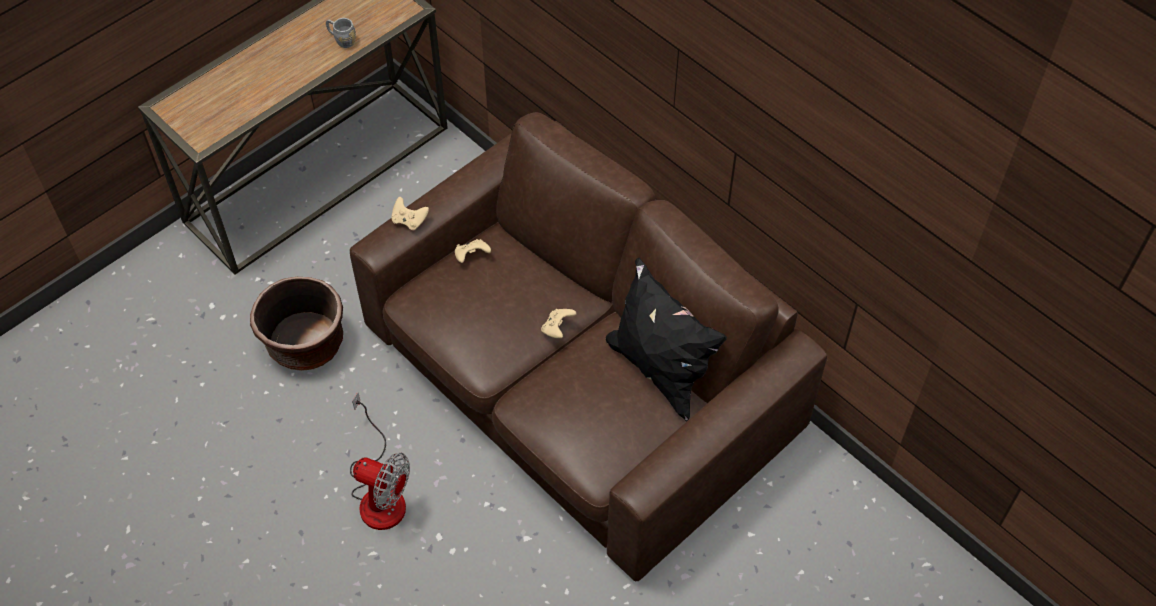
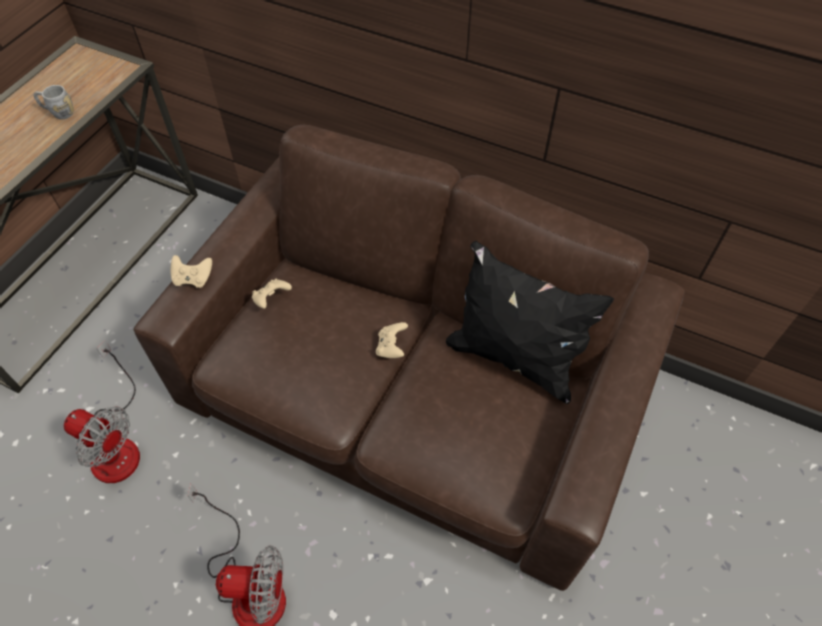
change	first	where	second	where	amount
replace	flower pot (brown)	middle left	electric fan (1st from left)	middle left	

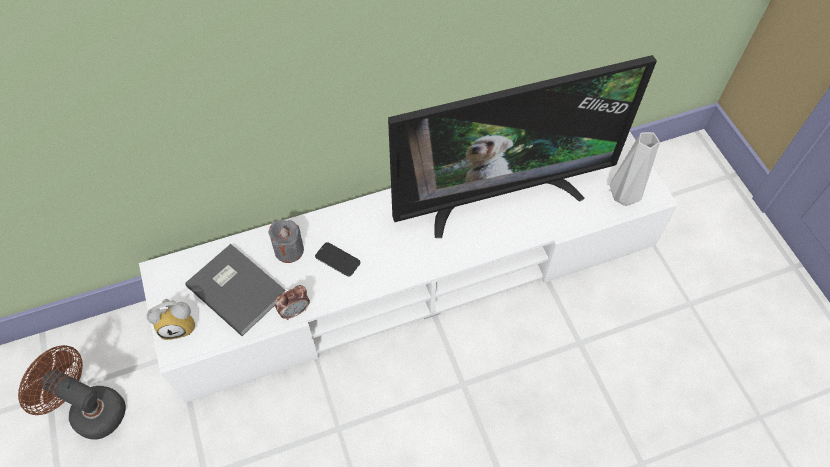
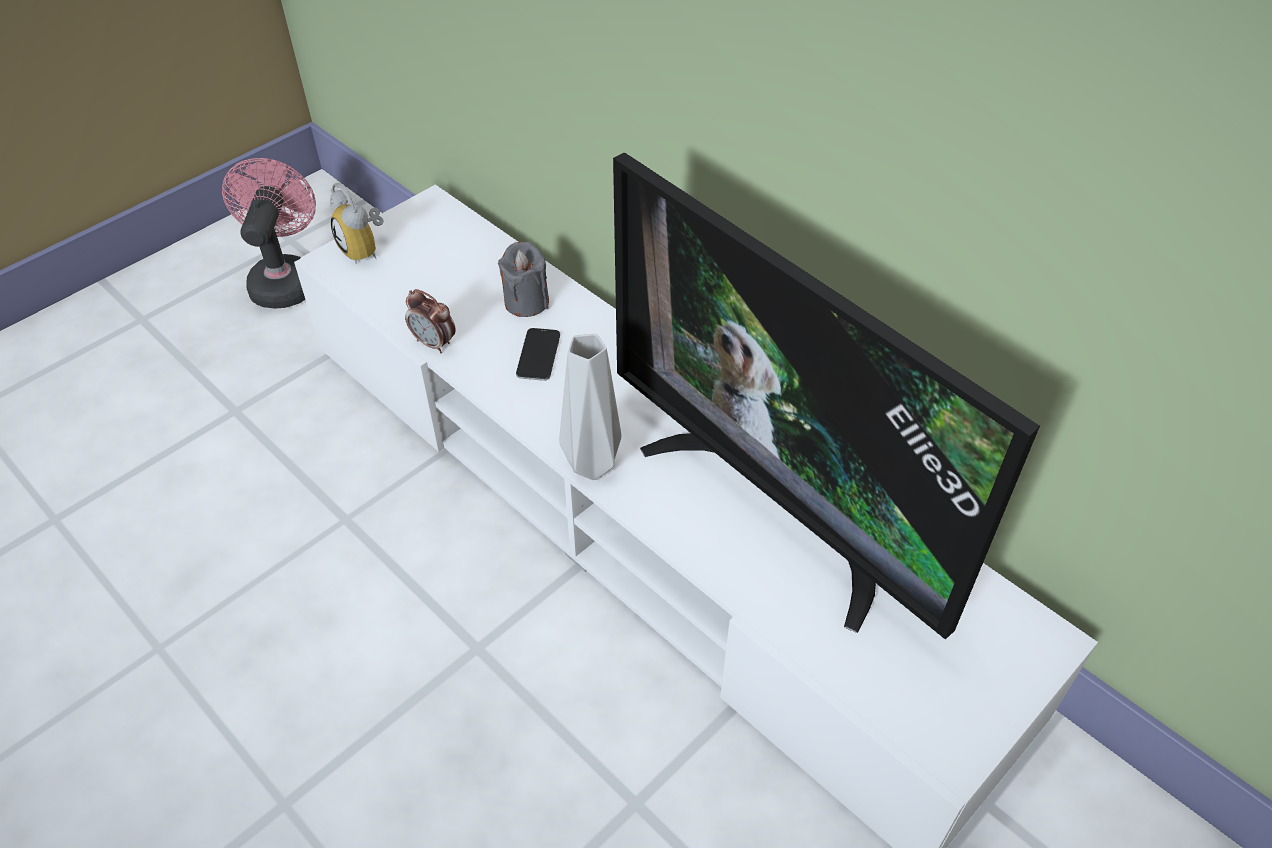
change	first	where	second	where	amount
recolor	electric fan (brown)	bottom left	electric fan (pink)	top left	
move	vase (grey)	middle right		centre	
delete	bound book (grey)	middle left			

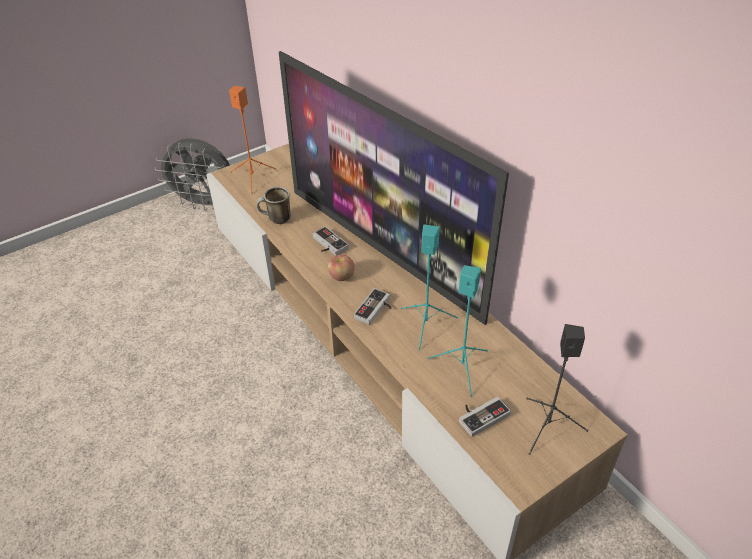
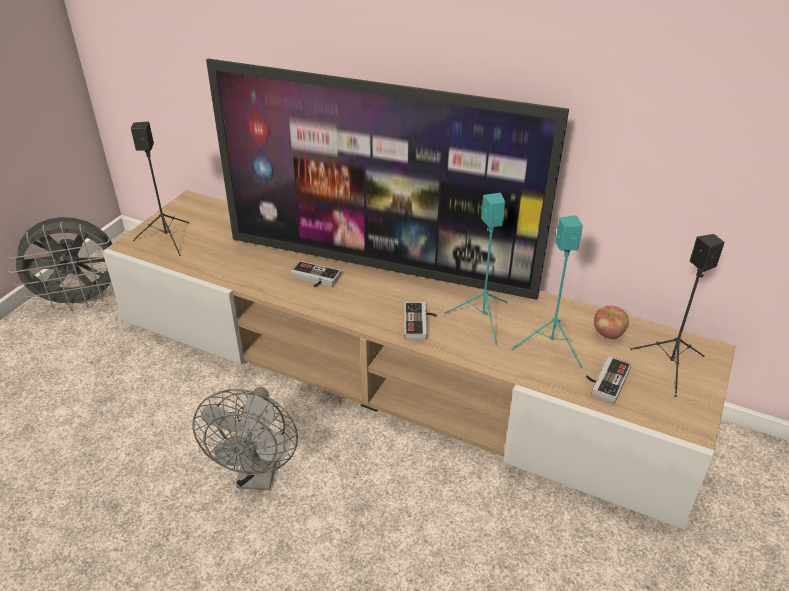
change	first	where	second	where	amount
recolor	audio speaker (orange)	top centre	audio speaker (black) (1st from left)	top left	
insert			electric fan (grey) (2nd from left)	bottom left	
move	whole apple	centre		middle right	
delete	coffee mug	centre			

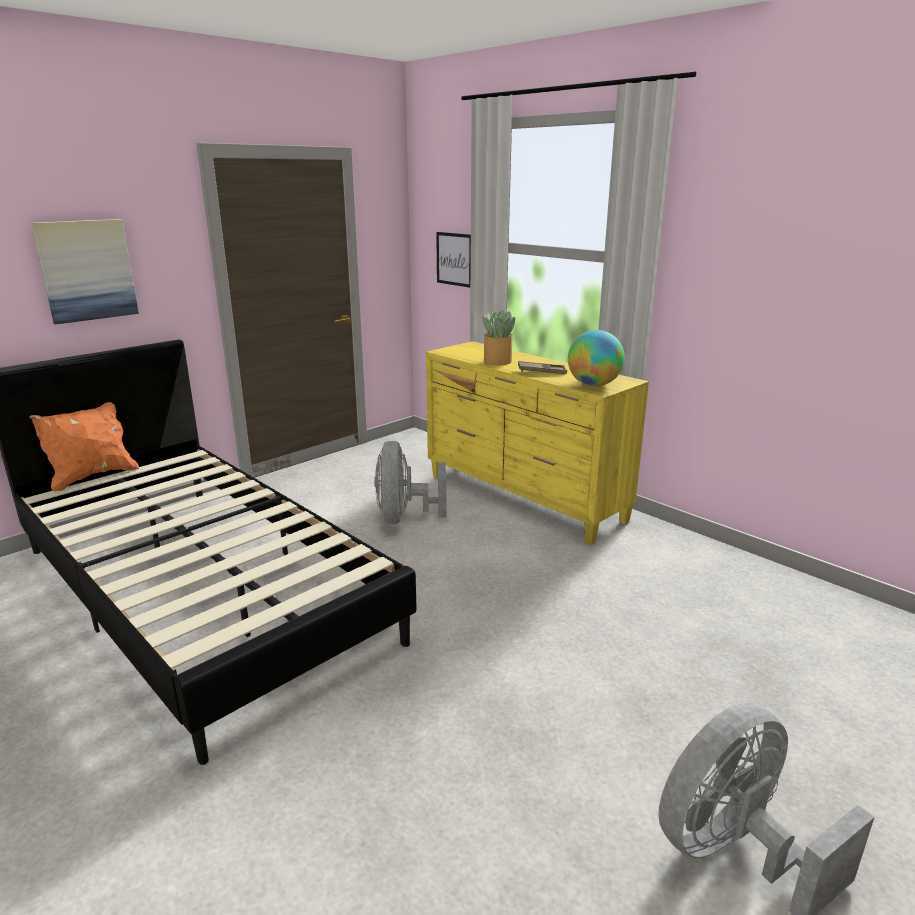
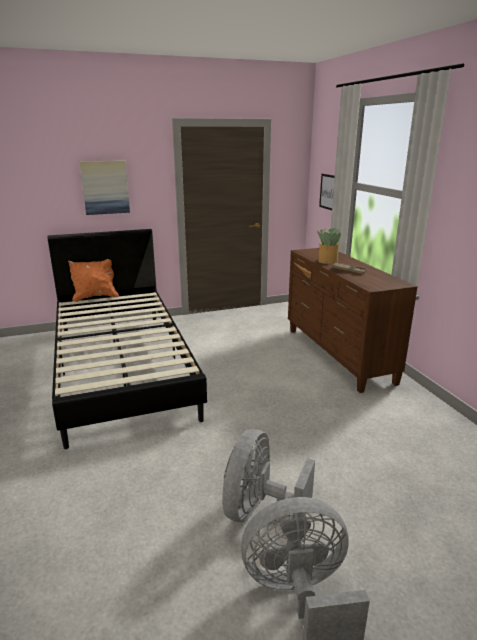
change	first	where	second	where	amount
move	electric fan (grey) (1st from left)	centre		bottom centre	
recolor	dresser (yellowish)	centre	dresser (brown)	middle right	
delete	desk globe	centre			

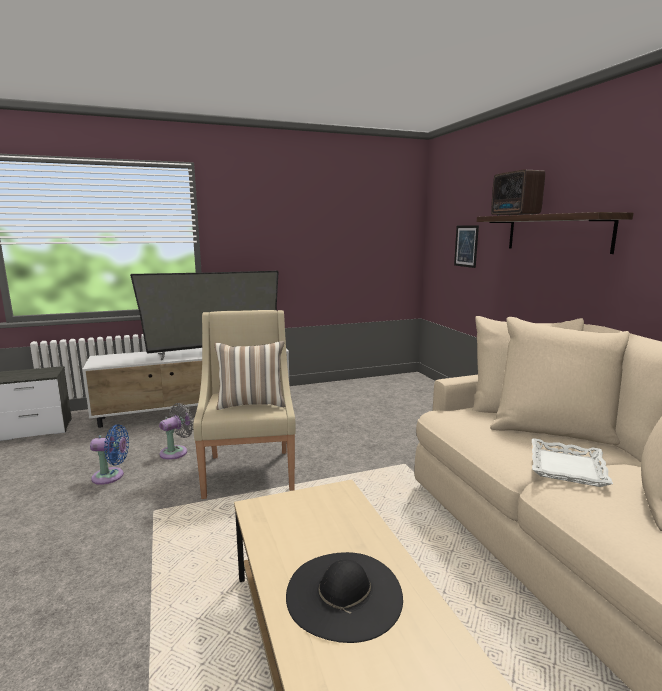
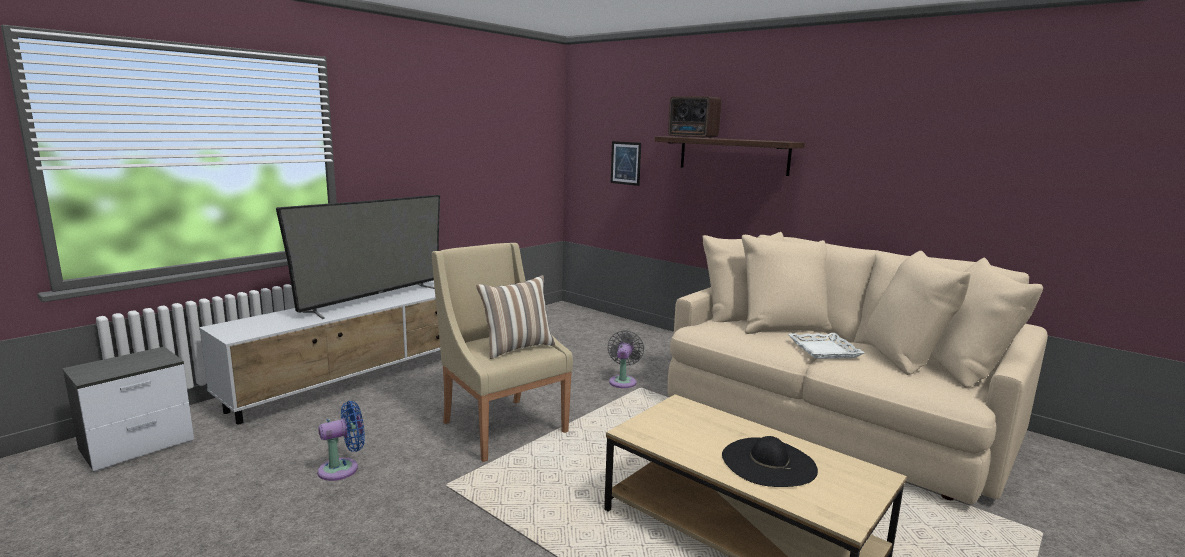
change	first	where	second	where	amount
move	electric fan (grey)	middle left		centre	

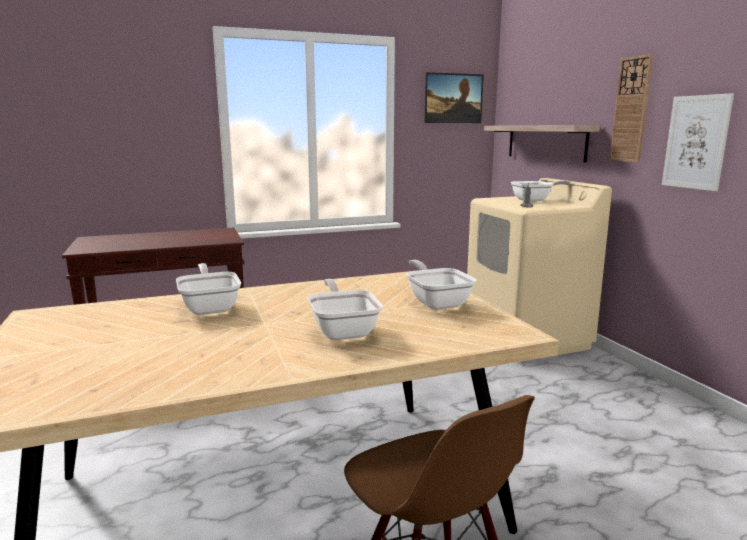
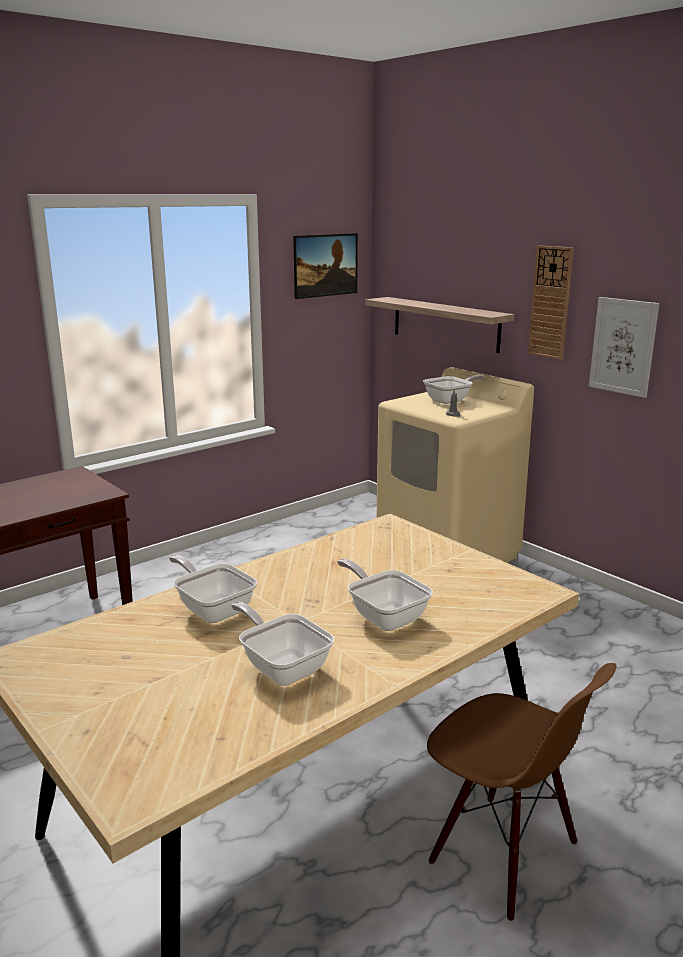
change	first	where	second	where	amount
move	frying pan (3rd from left in the first image)	centre	frying pan (2nd from left)	bottom centre	

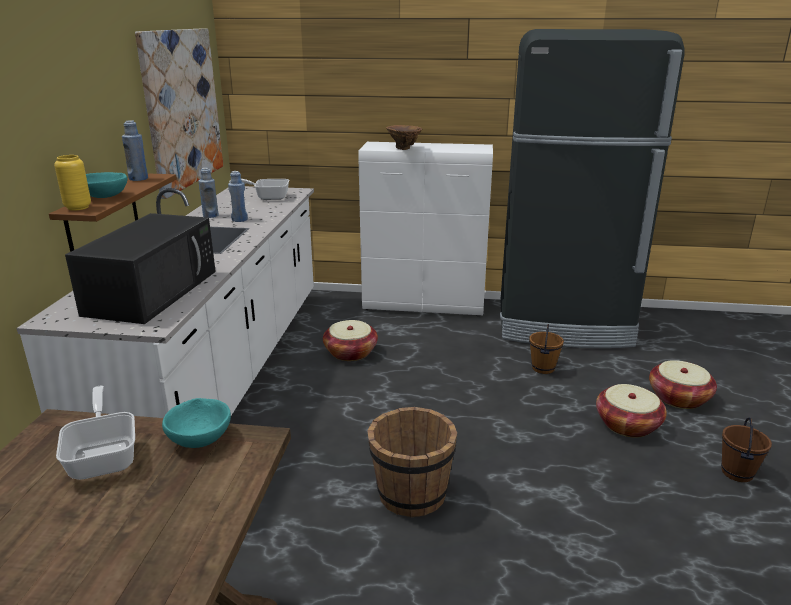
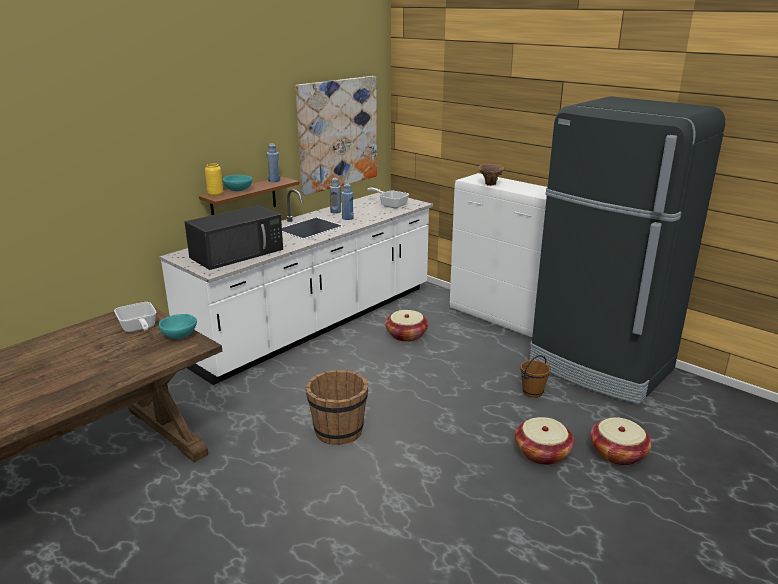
change	first	where	second	where	amount
rotate	frying pan (1st from left)	bottom left		middle left	135 degrees clockwise
delete	bucket (brown) (3rd from left)	bottom right			

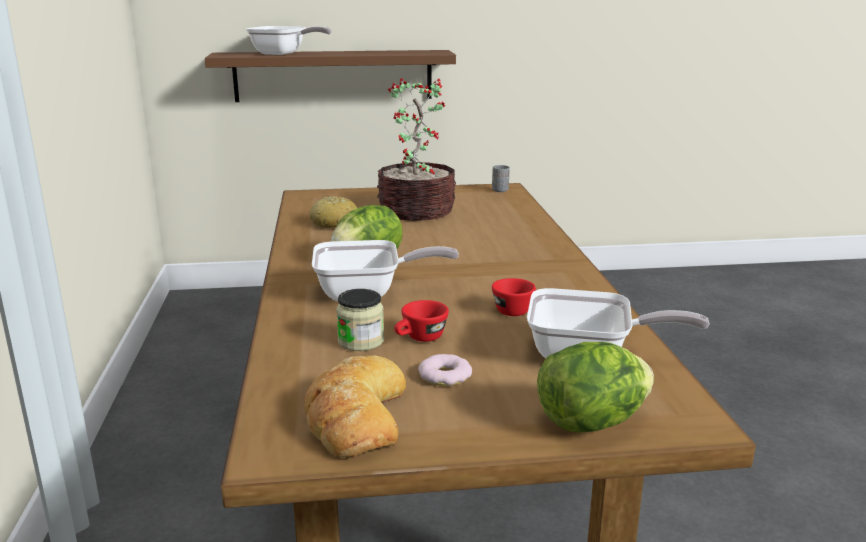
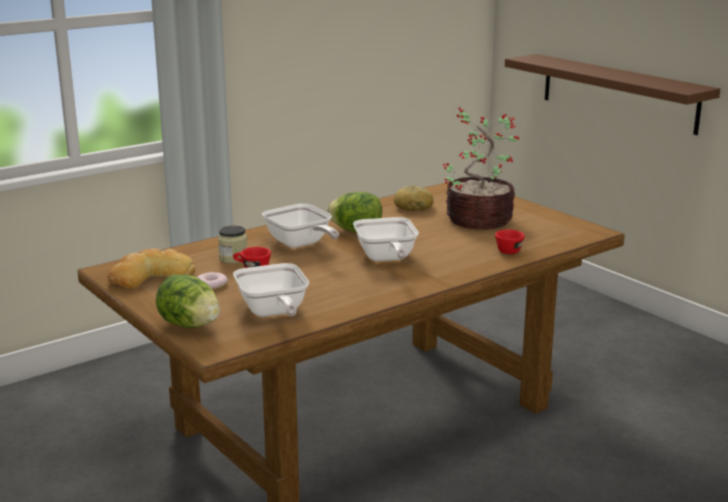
change	first	where	second	where	amount
move	frying pan (1st from left in the first image)	top centre	frying pan (3rd from left)	centre	
move	drinking cup (reddish) (2nd from left)	centre		middle right	
delete	drinking cup (grey)	top centre			

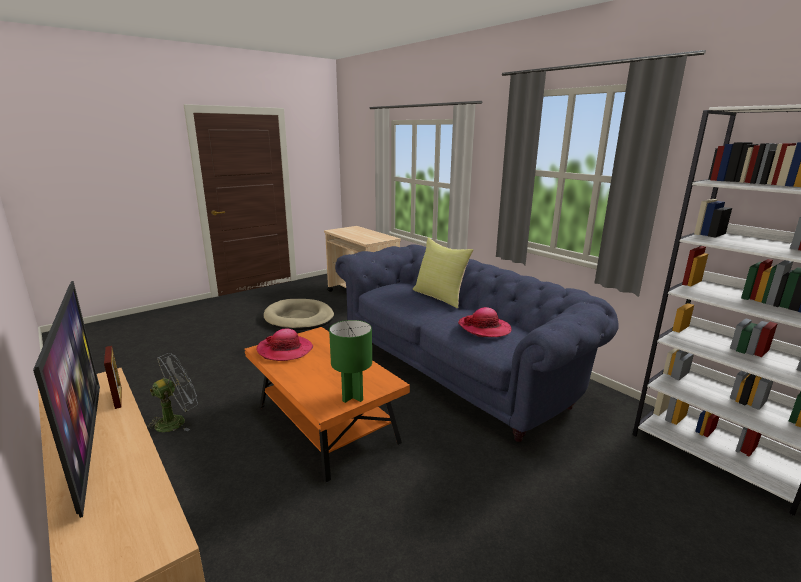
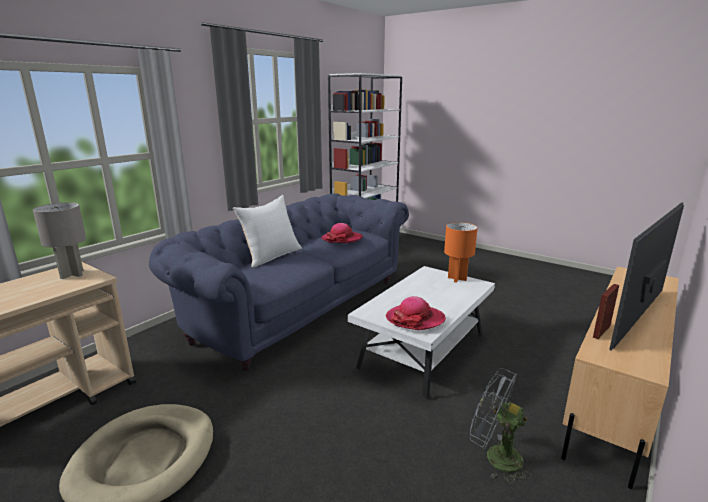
change	first	where	second	where	amount
insert			table lamp (grey)	middle left	
recolor	throw pillow (yellowish)	centre	throw pillow (white)	centre	
recolor	low table (orange)	bottom centre	low table (white)	centre	
recolor	table lamp (green)	centre	table lamp (orange)	centre	

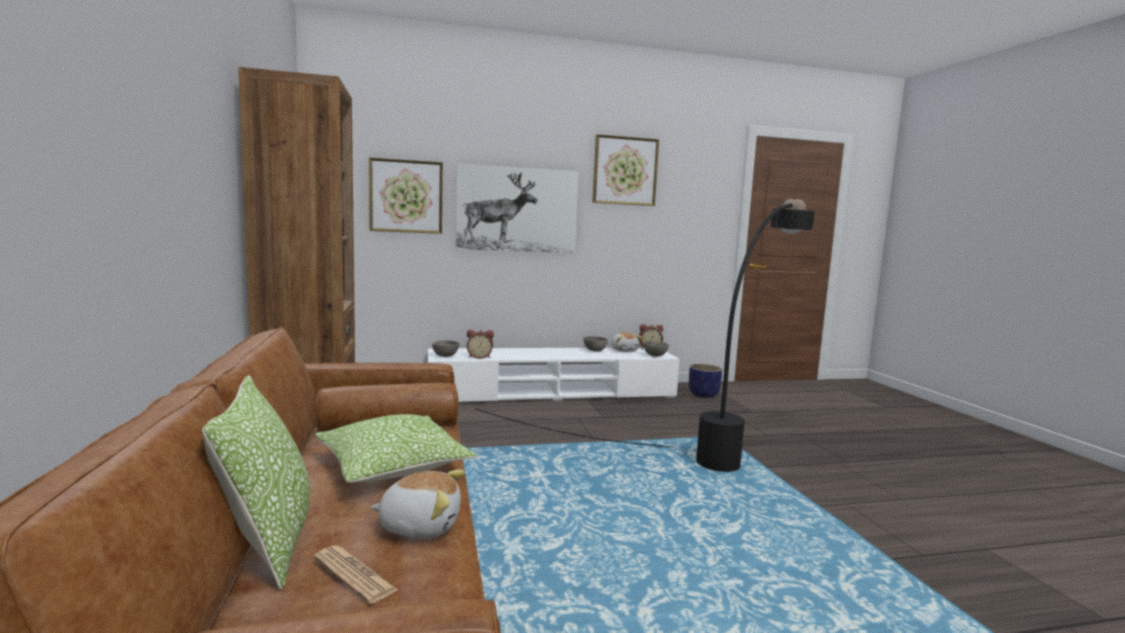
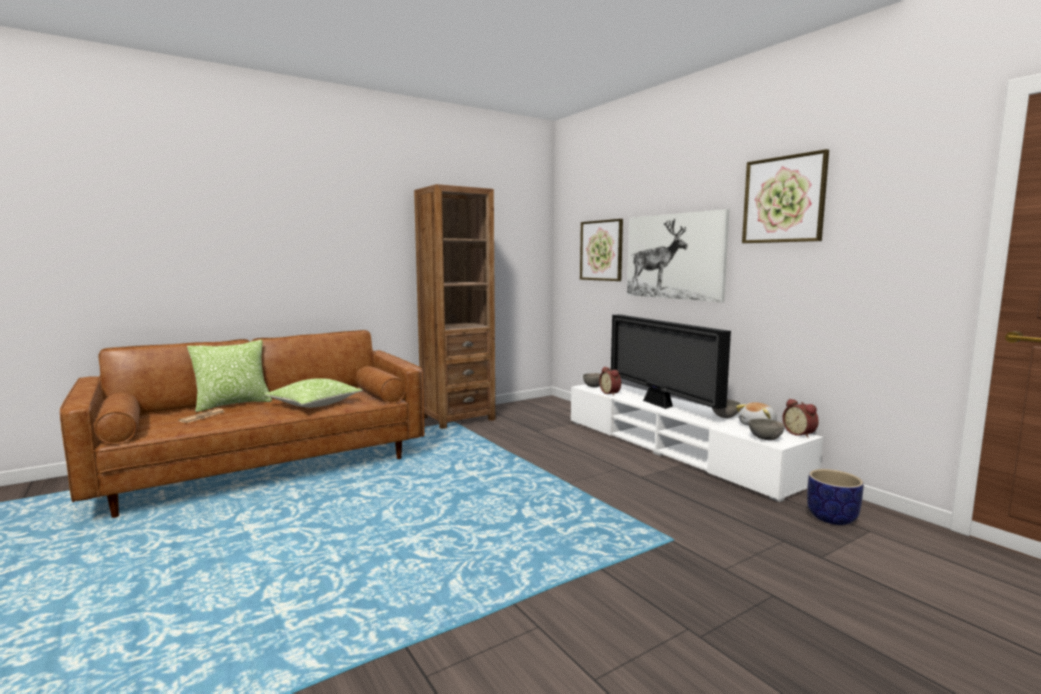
change	first	where	second	where	amount
insert			TV	centre	
delete	plush toy (1st from left)	bottom centre			
delete	standard lamp (black)	centre			

